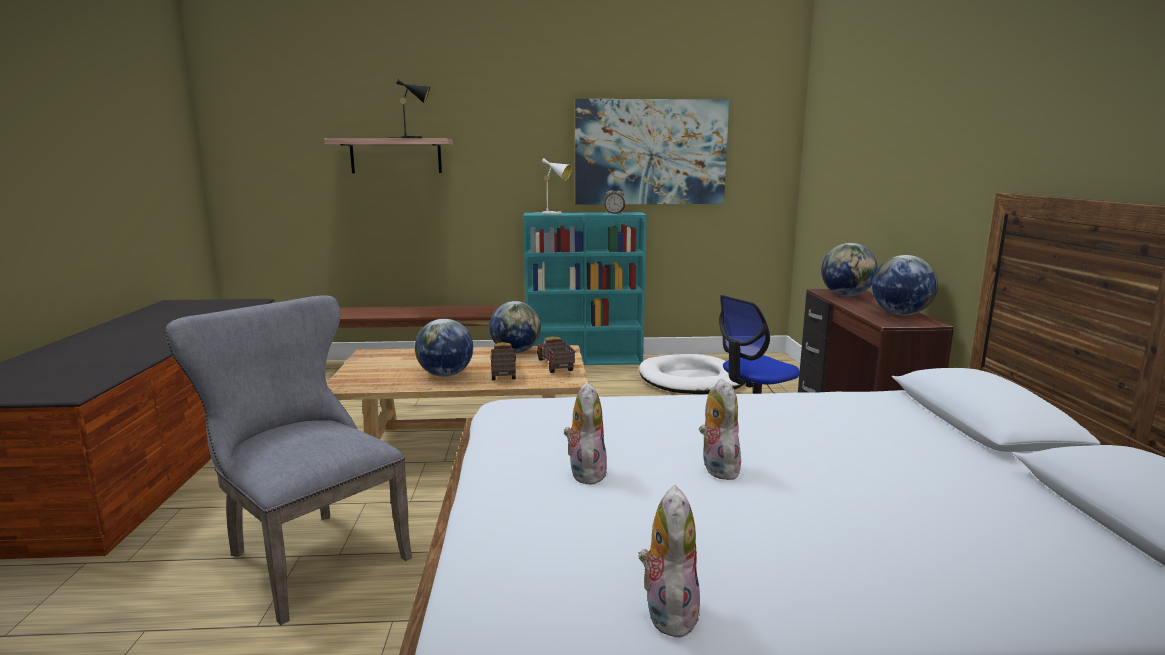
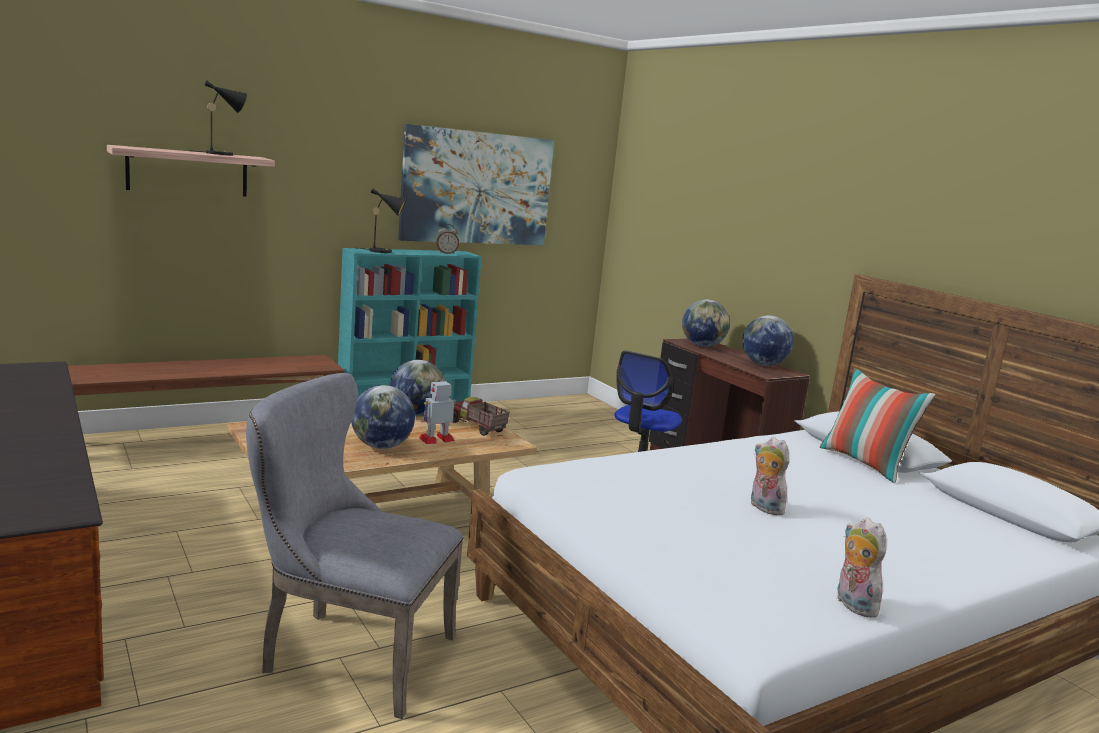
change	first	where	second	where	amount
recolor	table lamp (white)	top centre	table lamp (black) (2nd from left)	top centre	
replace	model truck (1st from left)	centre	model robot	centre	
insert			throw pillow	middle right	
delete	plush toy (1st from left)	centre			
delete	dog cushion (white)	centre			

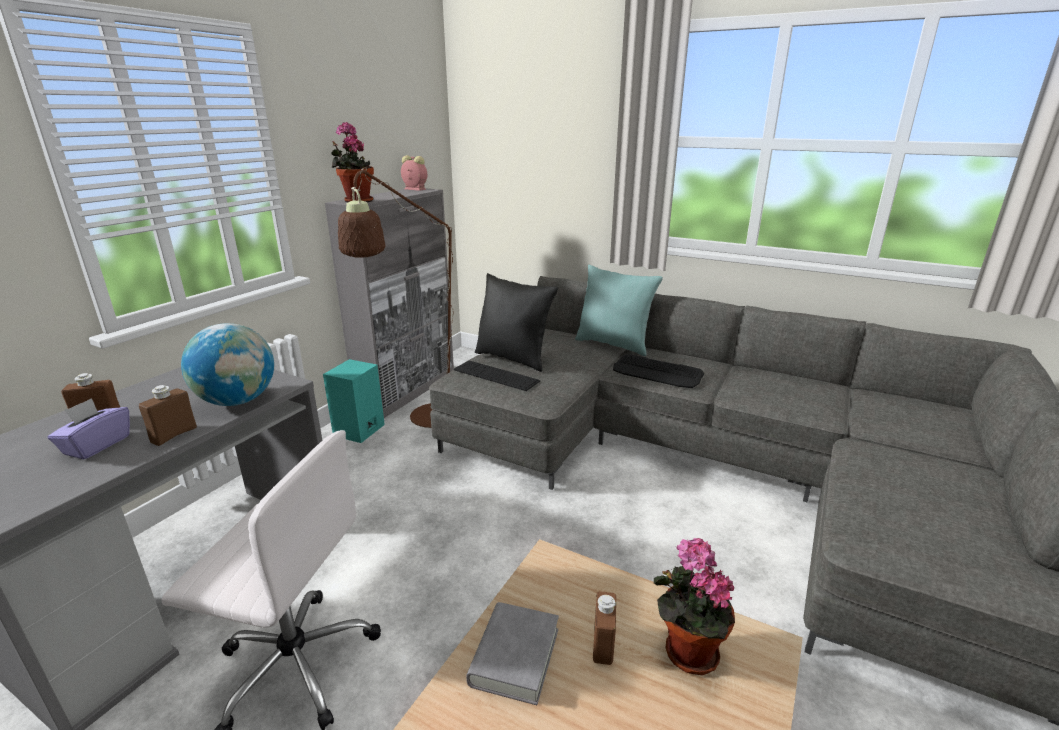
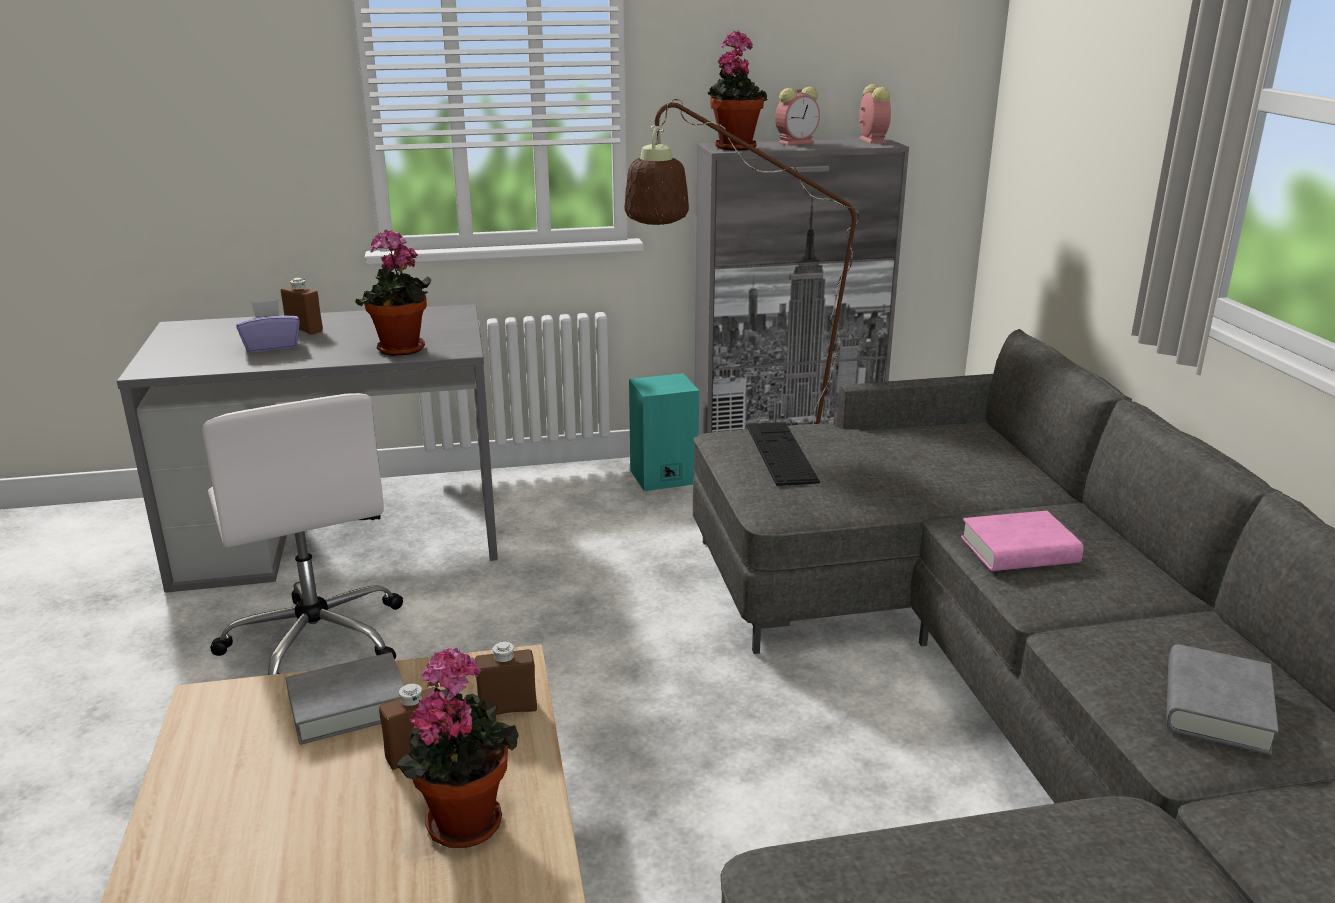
change	first	where	second	where	amount
replace	desk globe	middle left	houseplant (1st from left)	top left	
move	drink bottle (brown) (2nd from left in the first image)	middle left	drink bottle (brown) (3rd from left)	bottom centre	
insert			alarm clock (1st from left)	top centre	
replace	PC keyboard (2nd from left)	centre	bound book (pink)	middle right	
insert			bound book (grey) (2nd from left)	bottom right	
delete	throw pillow (black)	centre			
delete	throw pillow (turquoise)	centre			

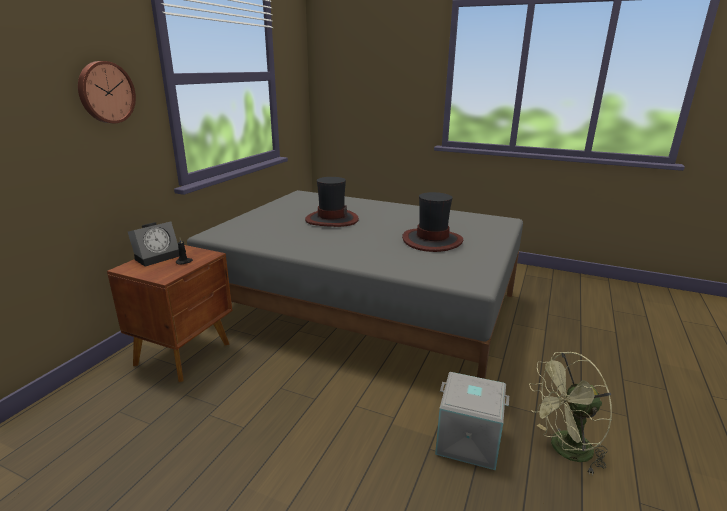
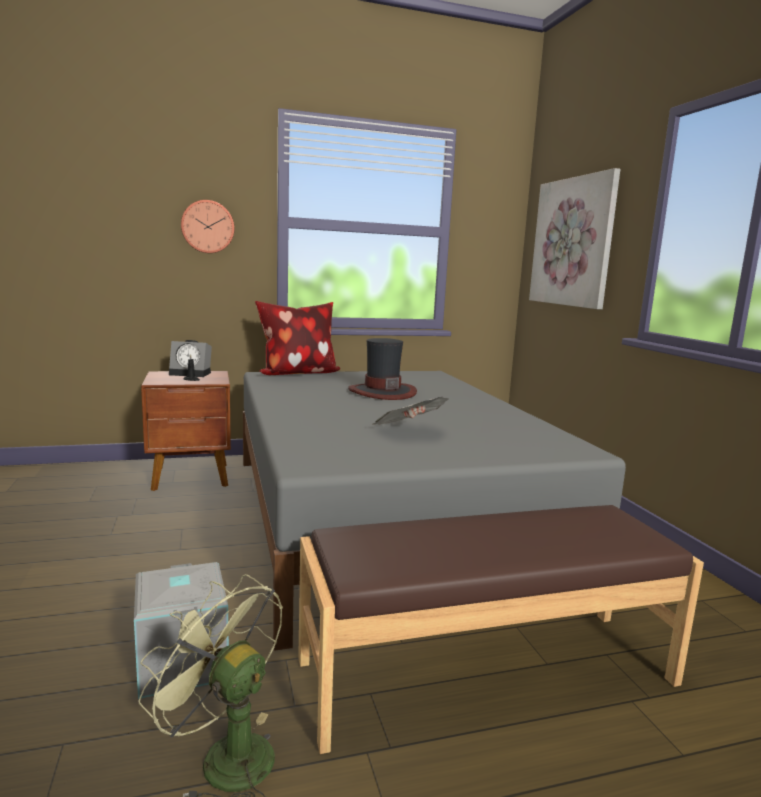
change	first	where	second	where	amount
insert			throw pillow	centre	
insert			long seat (brown)	bottom centre	
replace	hat (2nd from left)	centre	printed paper	centre	
insert			wall picture	top right	

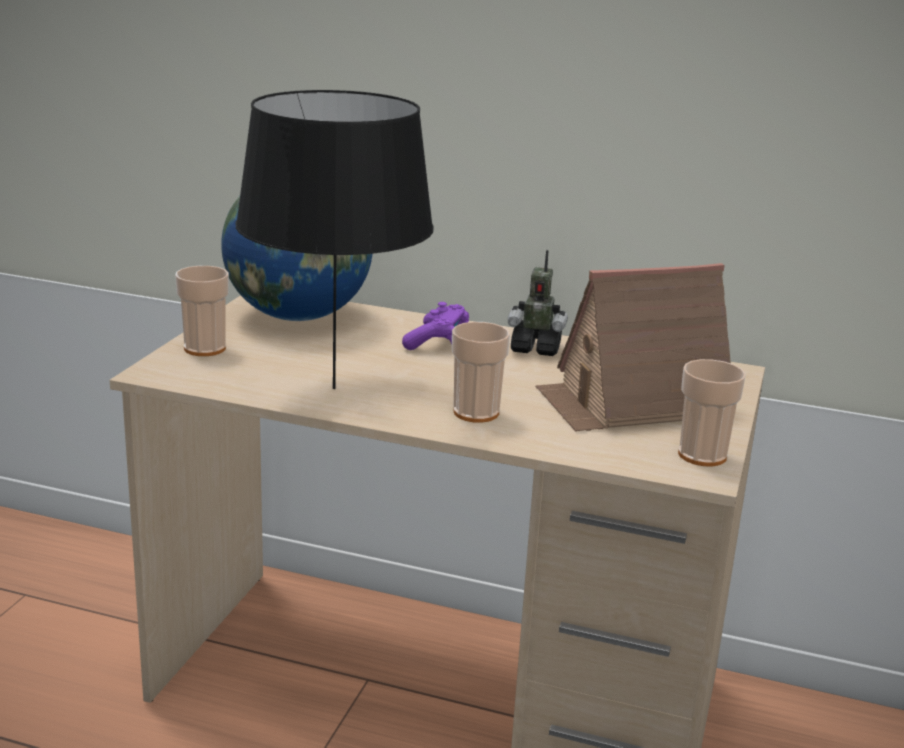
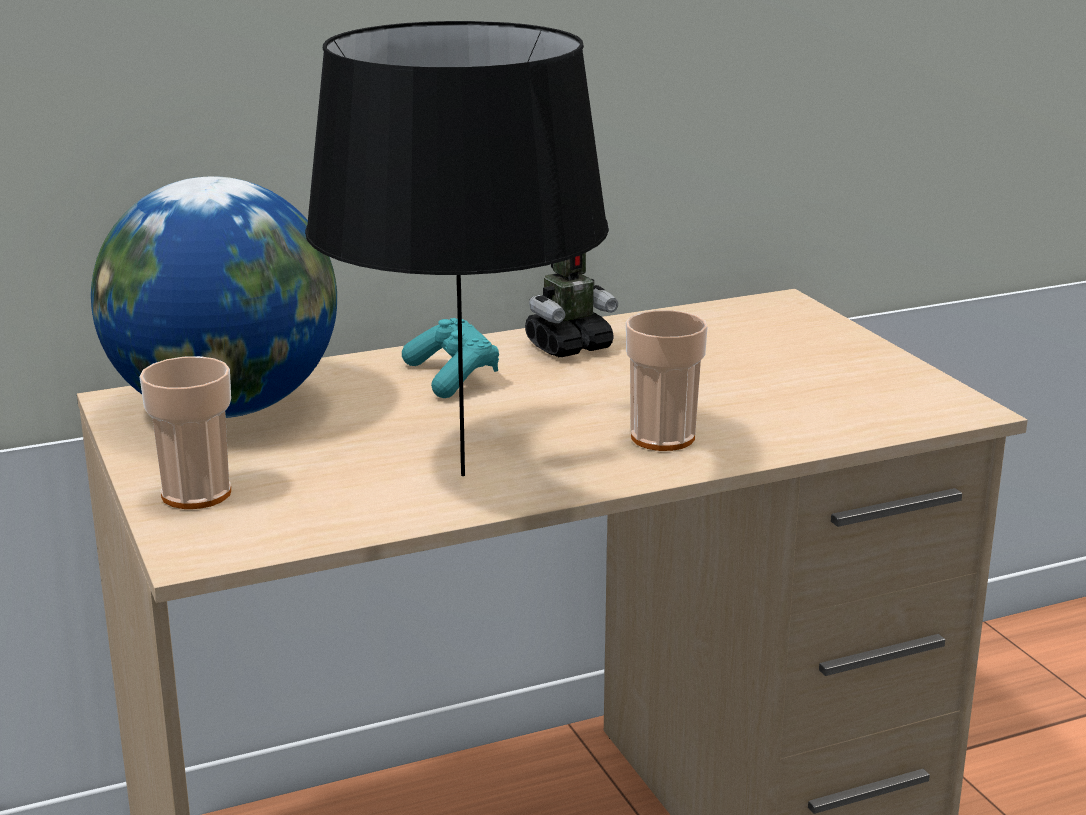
change	first	where	second	where	amount
recolor	joypad (purple)	centre	joypad (turquoise)	centre	
delete	model house	middle right			
delete	drinking cup (3rd from left)	middle right			

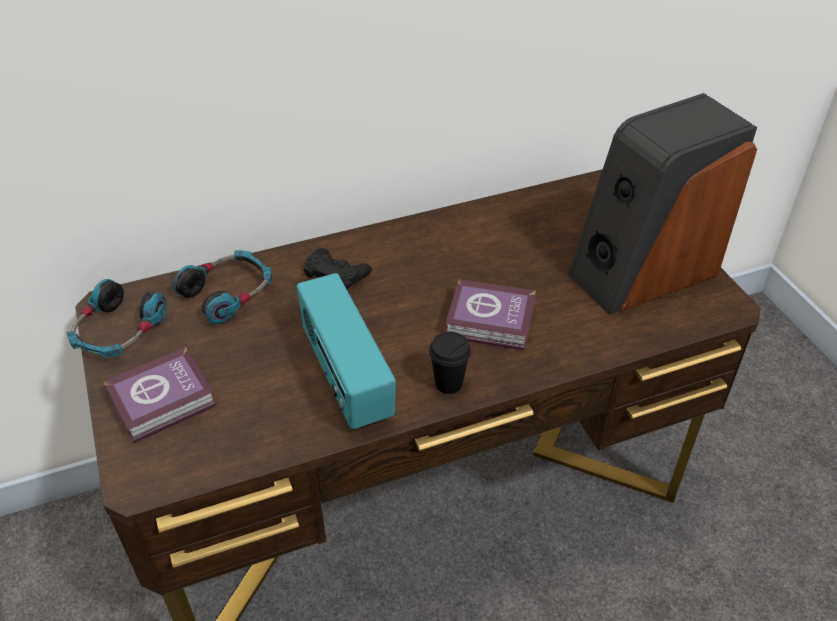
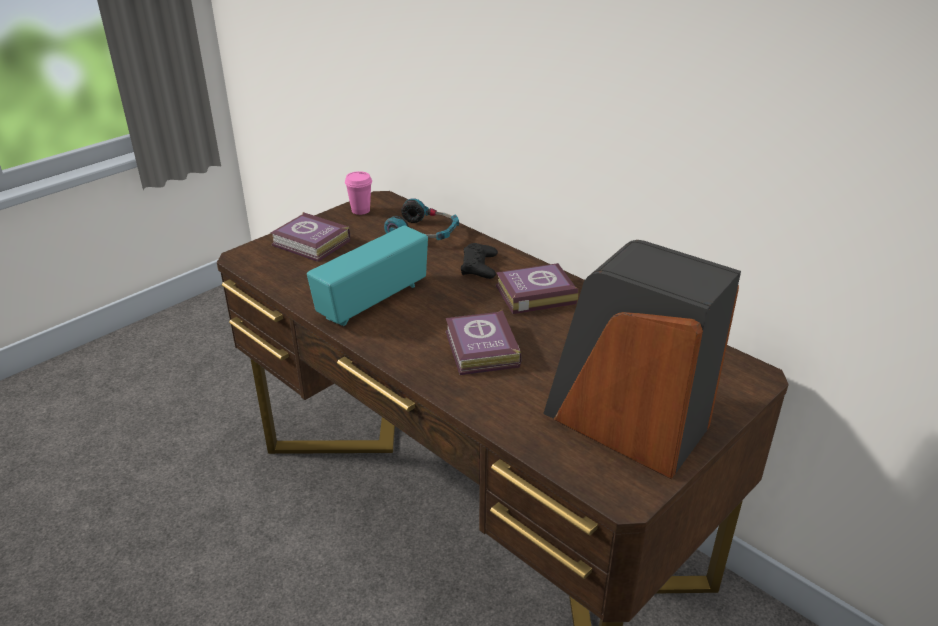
change	first	where	second	where	amount
replace	headphones (1st from left)	middle left	drinking cup (pink)	top centre	
insert			bound book (3rd from left)	centre	
delete	drinking cup (black)	centre			

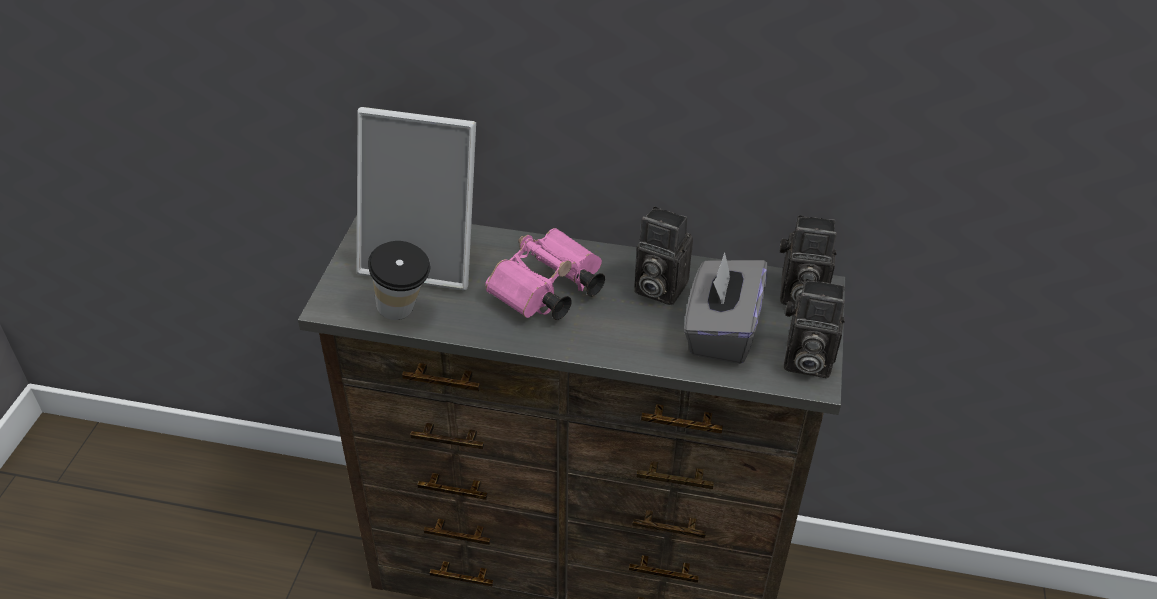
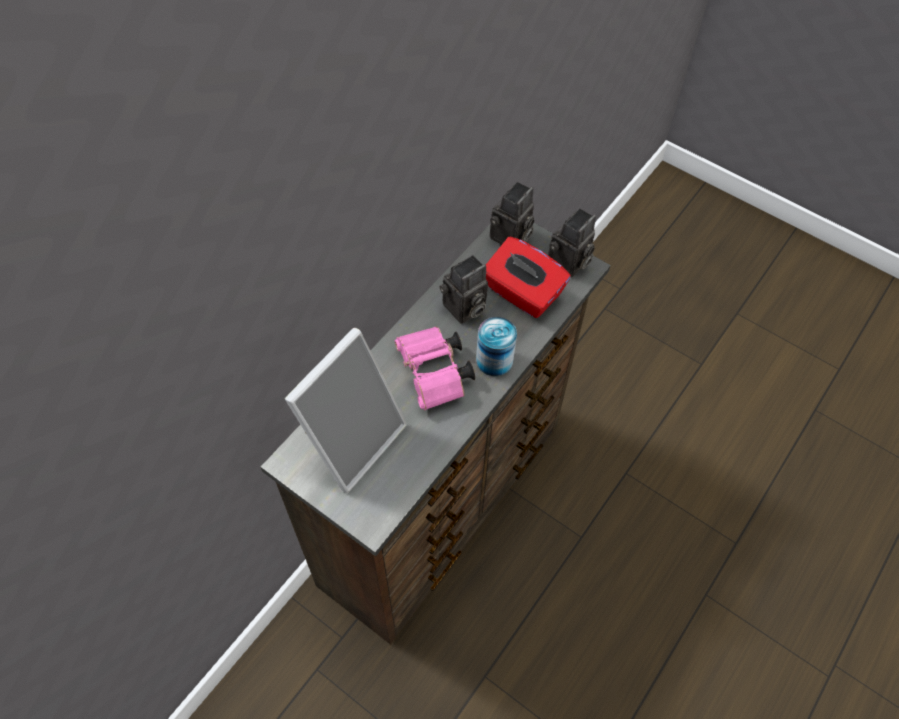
change	first	where	second	where	amount
insert			metal can	centre	
recolor	tissue holder (grey)	centre	tissue holder (reddish)	centre	
delete	drinking cup	centre			

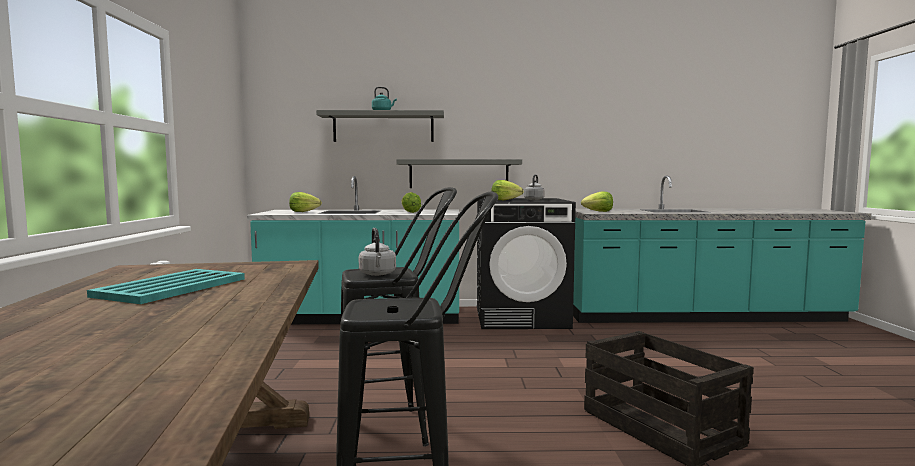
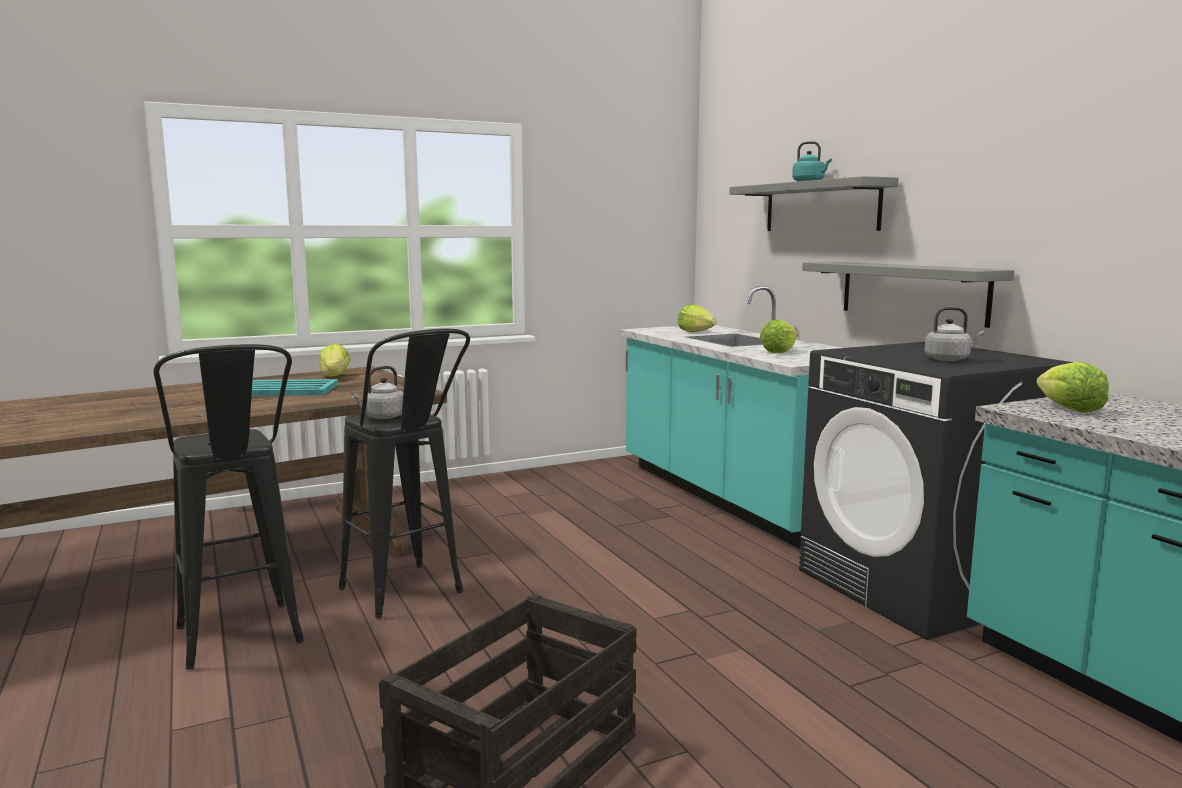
change	first	where	second	where	amount
move	head of lettuce (3rd from left in the first image)	centre	head of lettuce (1st from left)	middle left	

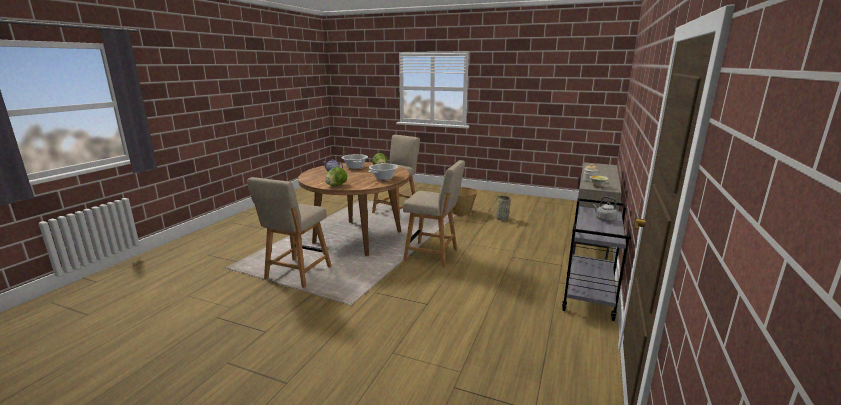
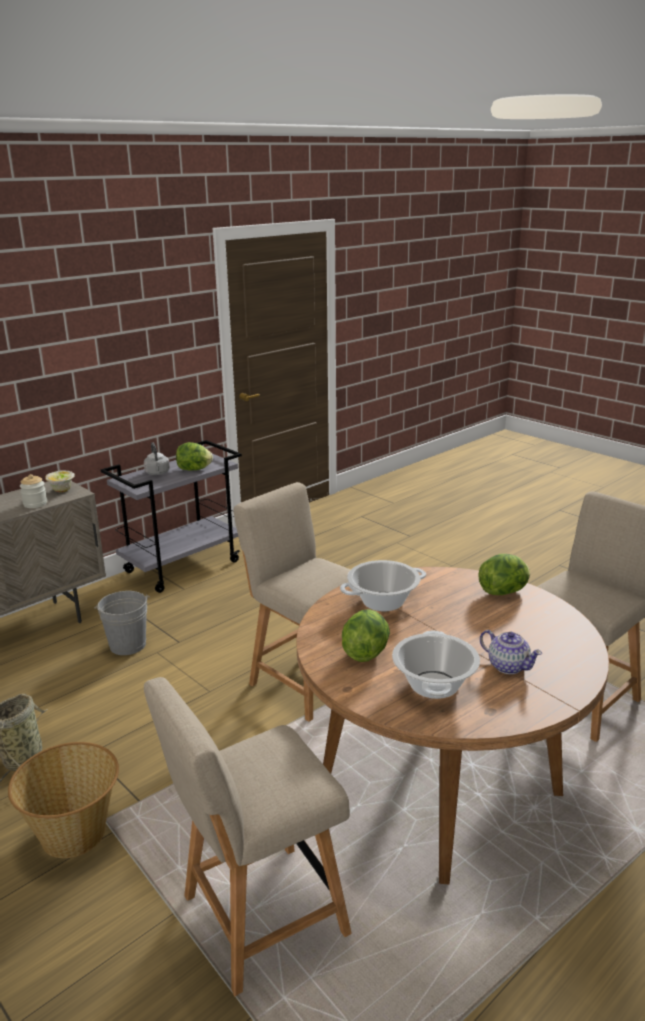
change	first	where	second	where	amount
insert			bucket (grey)	middle left	
insert			head of lettuce (1st from left)	middle left	

